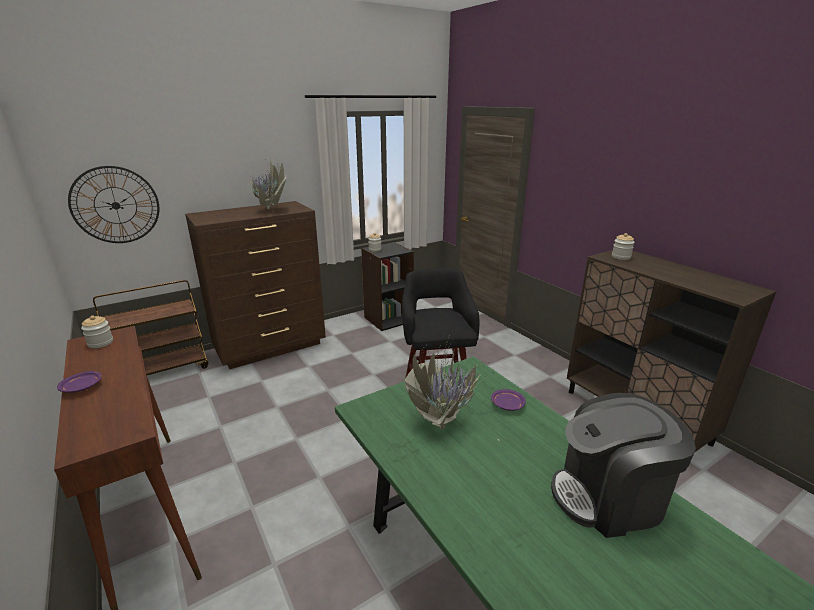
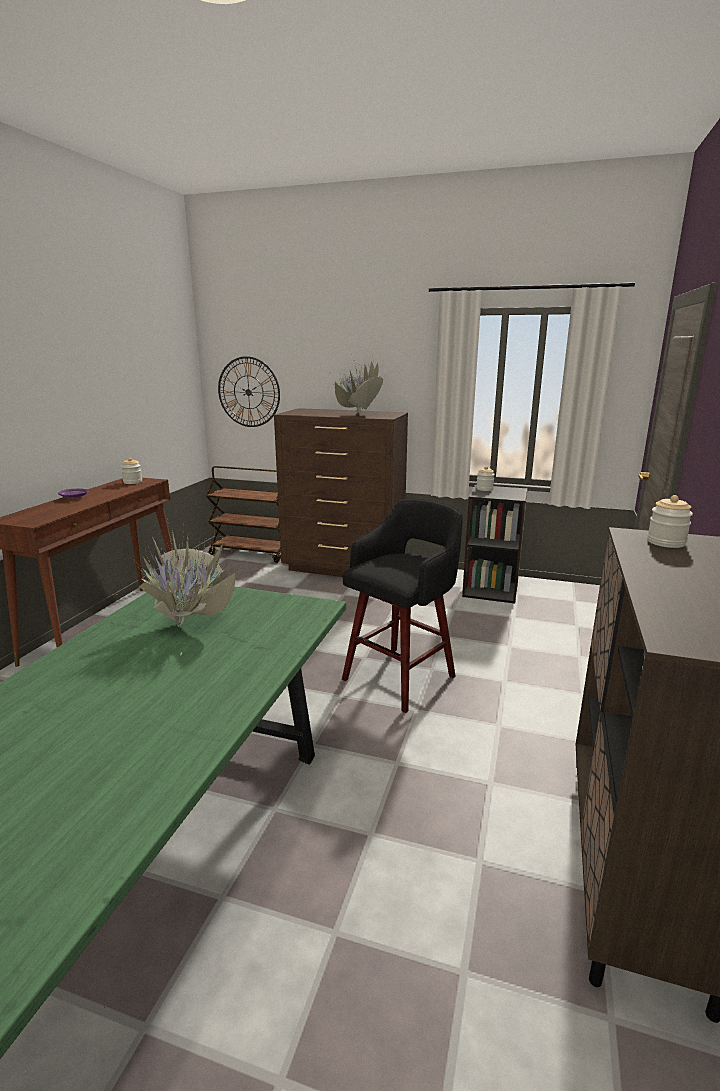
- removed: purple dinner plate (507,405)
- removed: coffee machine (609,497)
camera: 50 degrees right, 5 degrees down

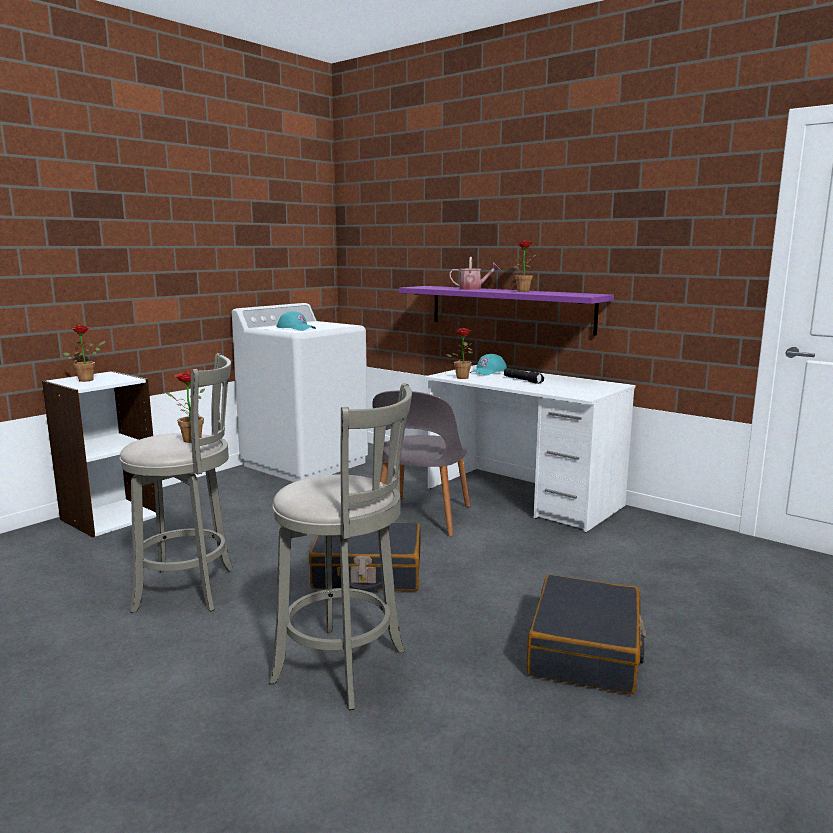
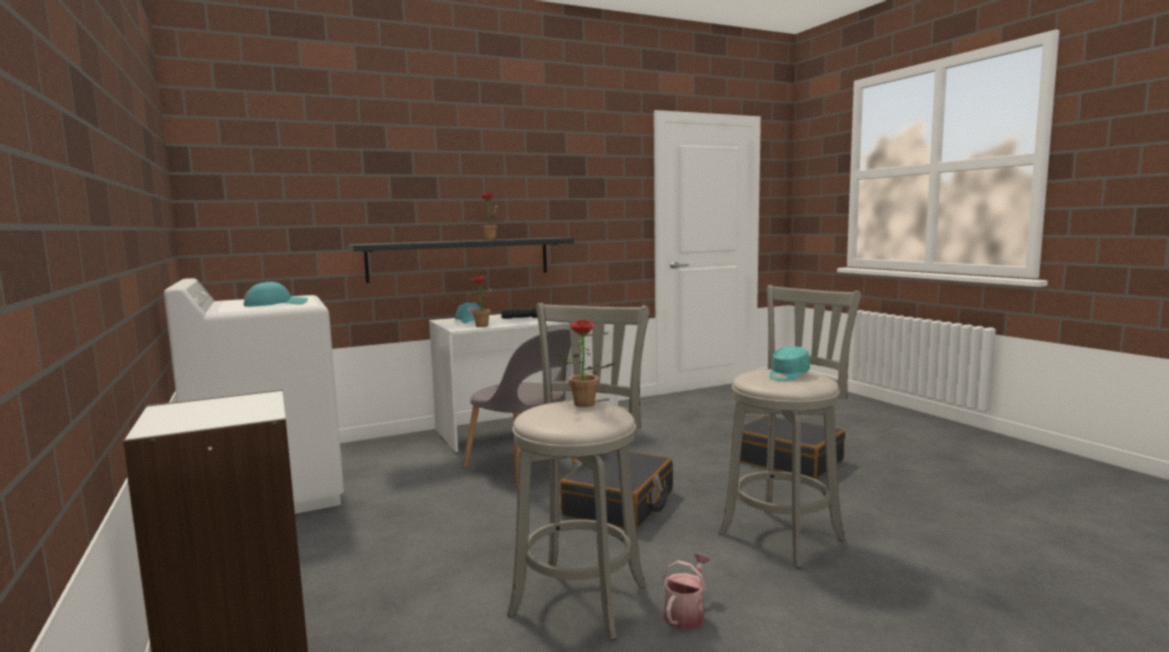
- removed: houseplant (88,379)
- added: turquoise peaked cap (788,375)
- moved: watering can (473,289) to (686,614)
- recoloured: purple wall shelf (509,308) to black-coloured wall shelf (460,259)
camera: 65 degrees left, 5 degrees down

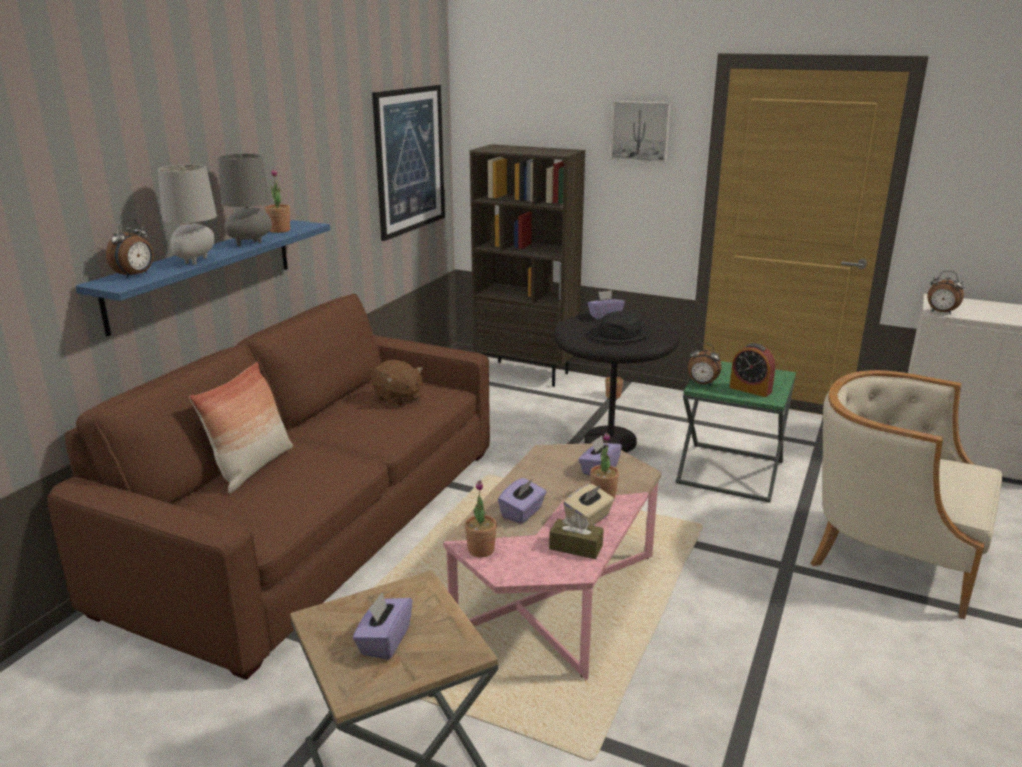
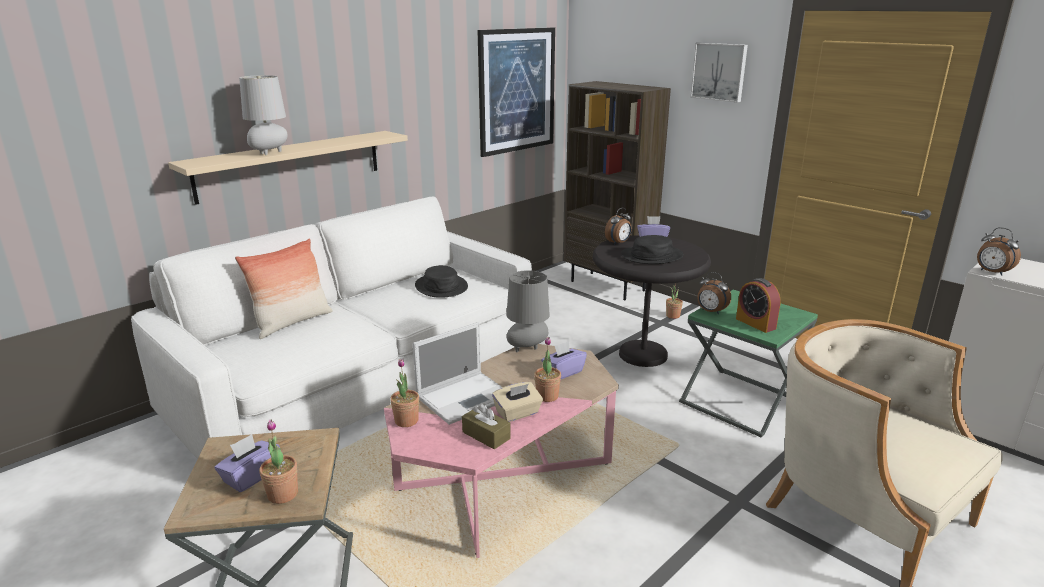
- moved: bedside clock (136,275) to (618,243)
- moved: grey lamp for a table (250,243) to (527,348)
- moved: houseplant (279,230) to (283,494)
- replaced: brown soft toy (397,399) to black-coloured clothing hat (441,287)
- replaced: purple tissue holder (522,513) to laptop (466,397)
- recoloured: brown settee (316,523) to white settee (359,378)
- recoloured: blue wall shelf (203,273) to beige wall shelf (291,165)
camera: 20 degrees right, 0 degrees up

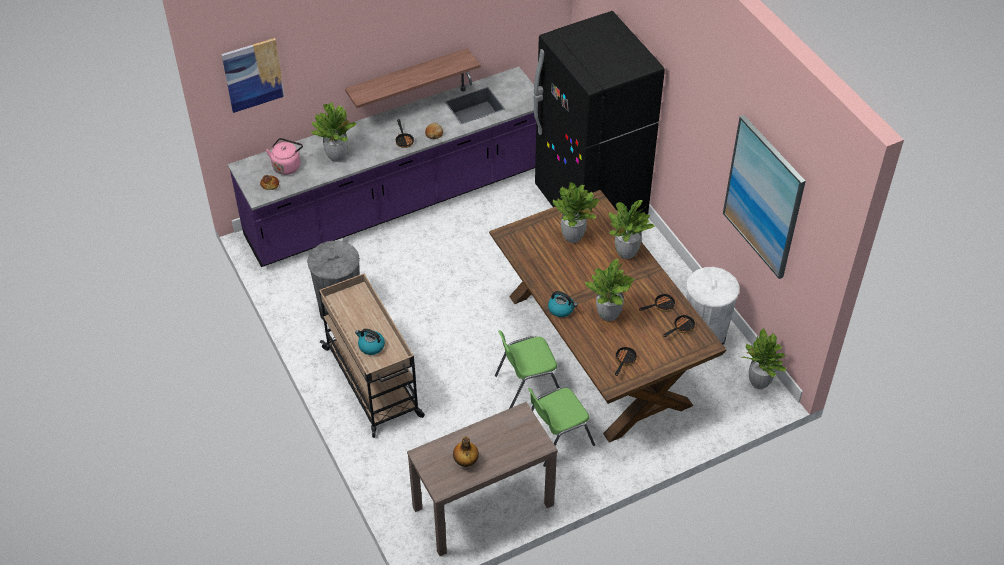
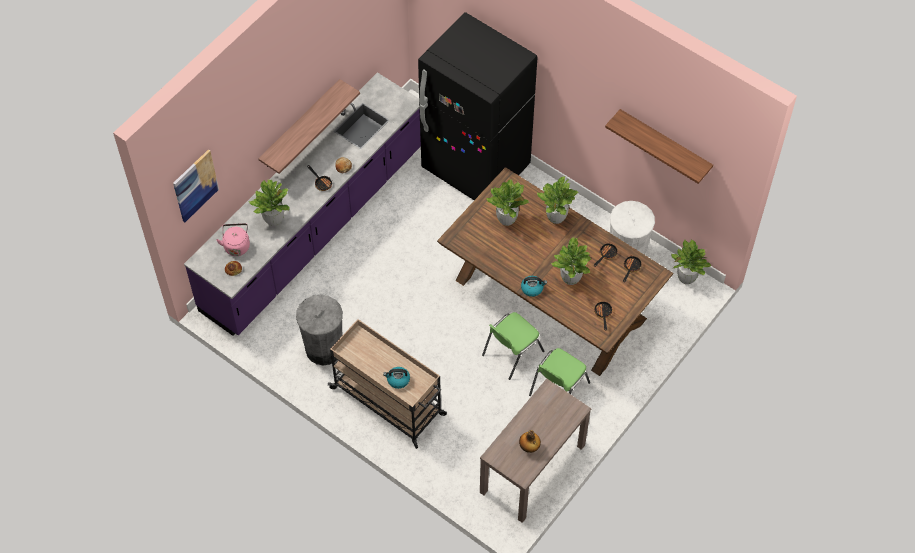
- replaced: wall art (764,197) to wall shelf (664,144)
camera: 25 degrees left, 10 degrees up

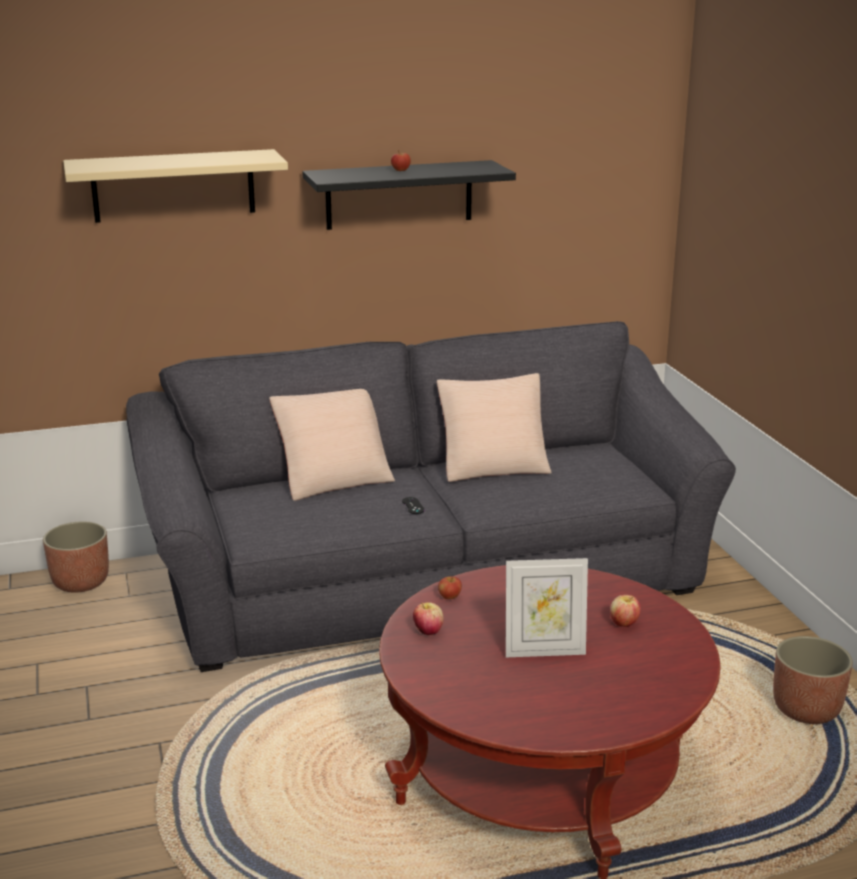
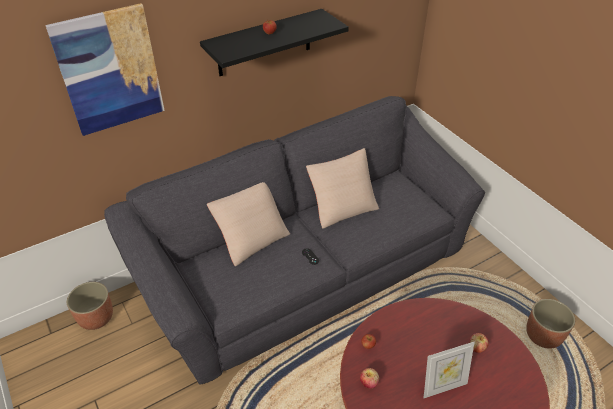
- replaced: beige wall shelf (173,185) to wall art (110,71)
camera: 15 degrees left, 20 degrees up

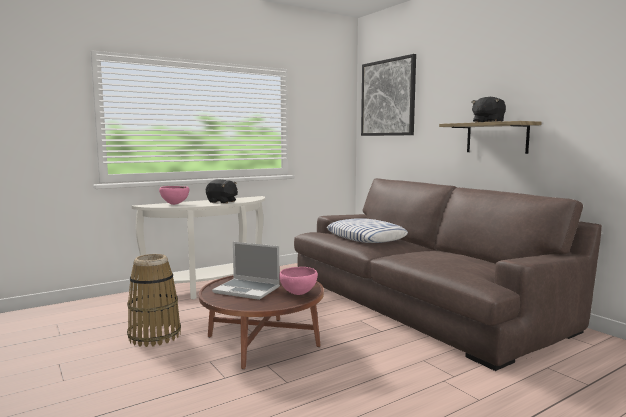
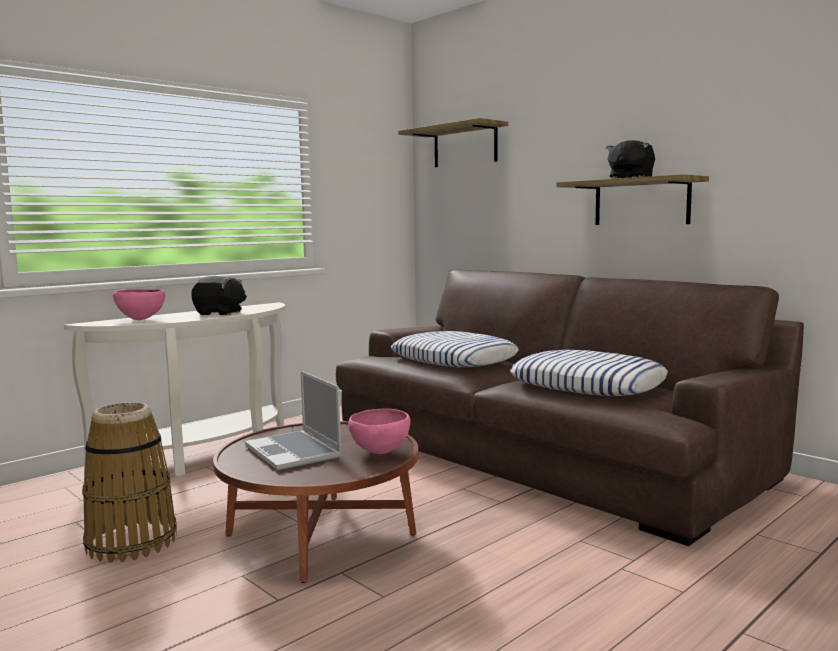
- added: pillow (588,385)
- replaced: wall art (387,98) to wall shelf (465,146)
- turned: laptop (248,290) = (294,452) 45 degrees clockwise
camera: 10 degrees left, 0 degrees up

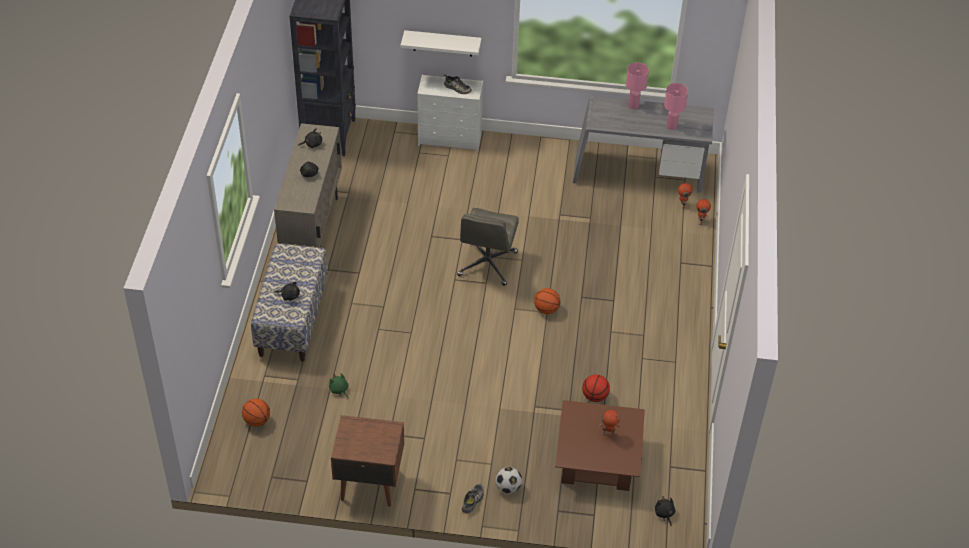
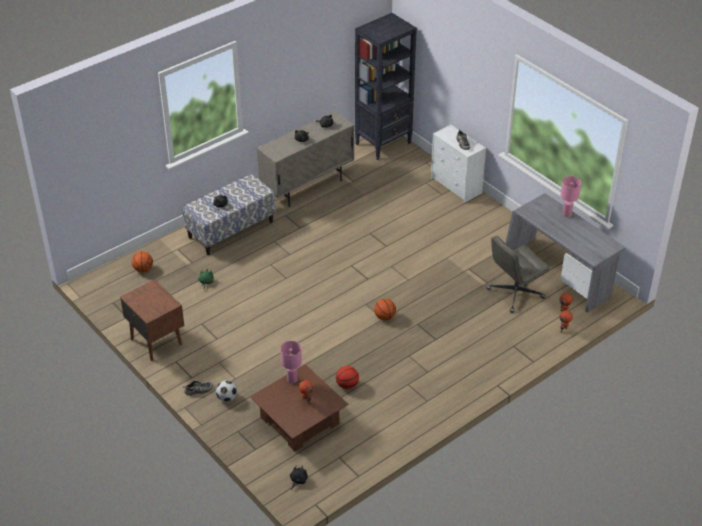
- removed: white wall shelf (442,43)
- moved: grey computer chair (487,264) to (514,294)
- moved: pink lamp for a table (672,126) to (292,380)
camera: 45 degrees right, 5 degrees down

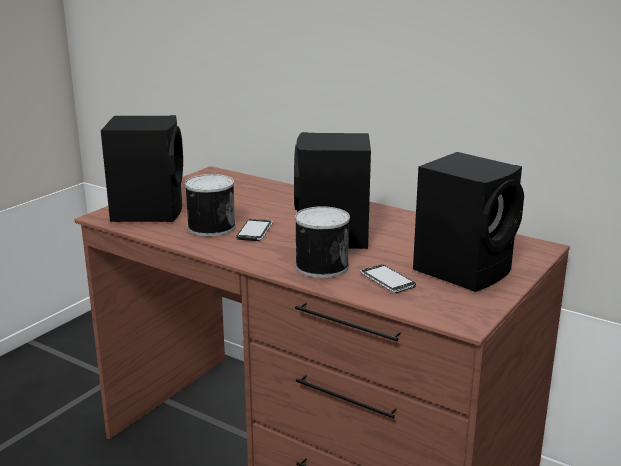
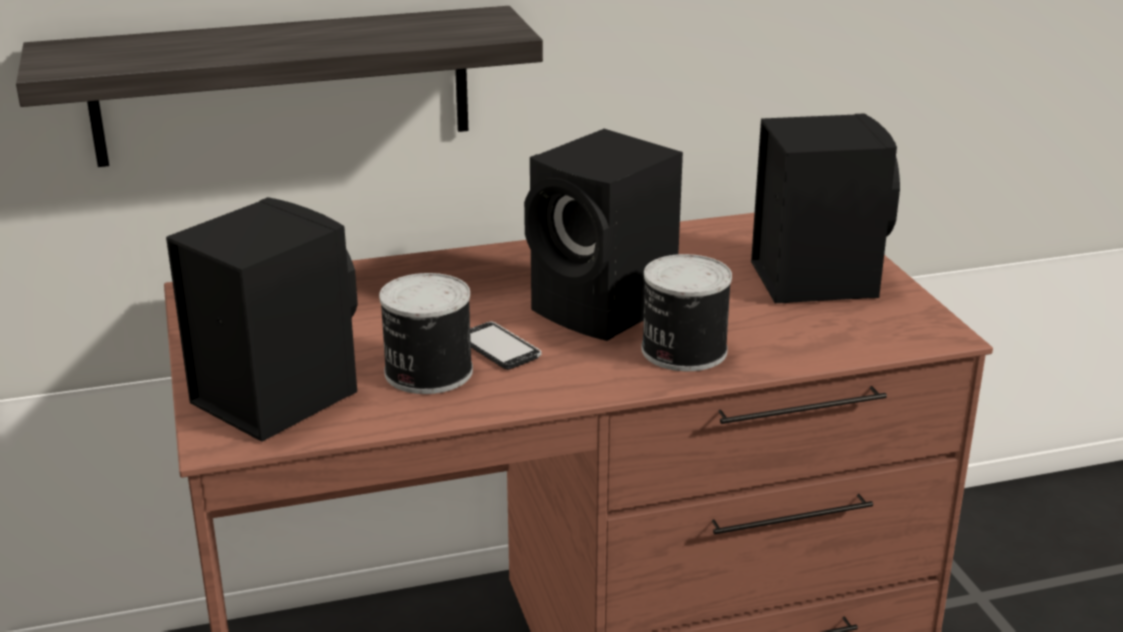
- removed: handset (387,280)
- added: wall shelf (282,86)
camera: 50 degrees left, 5 degrees up

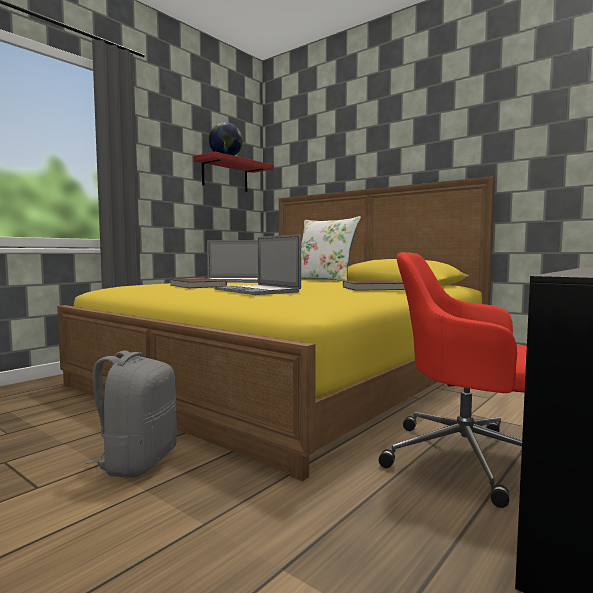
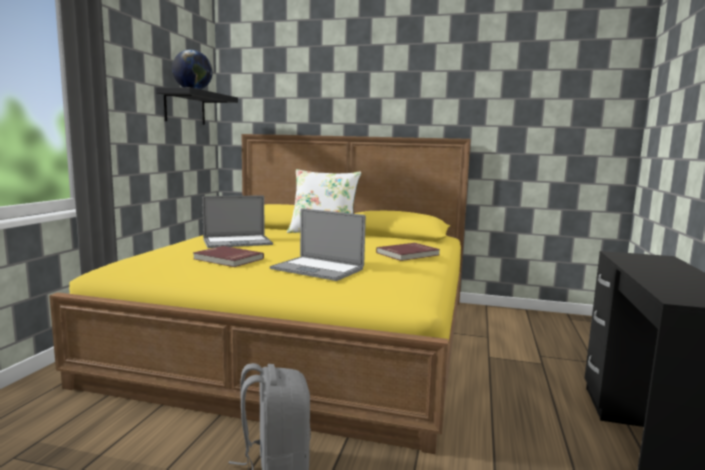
- removed: red-coloured computer chair (466,458)
- recoloured: red-coloured wall shelf (225,175) to black-coloured wall shelf (185,108)
camera: 25 degrees left, 5 degrees up

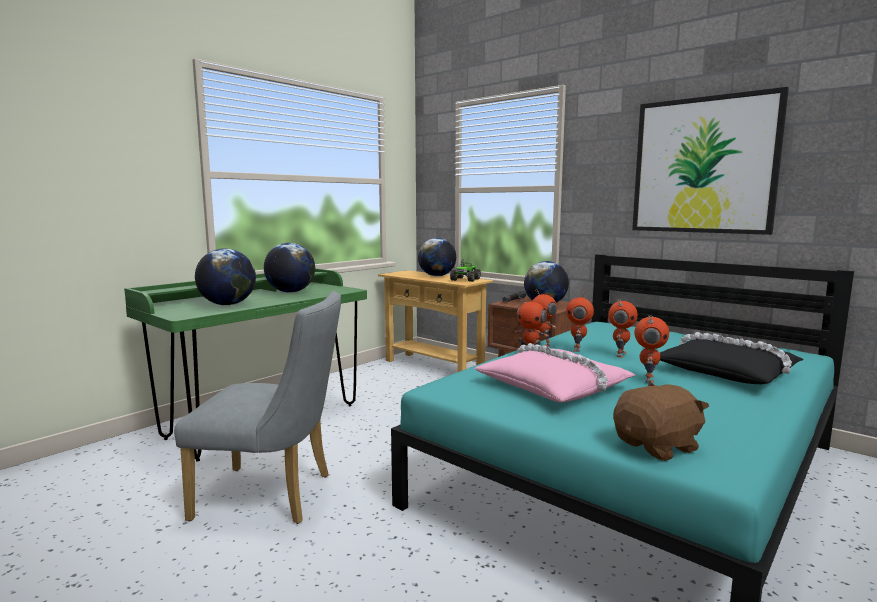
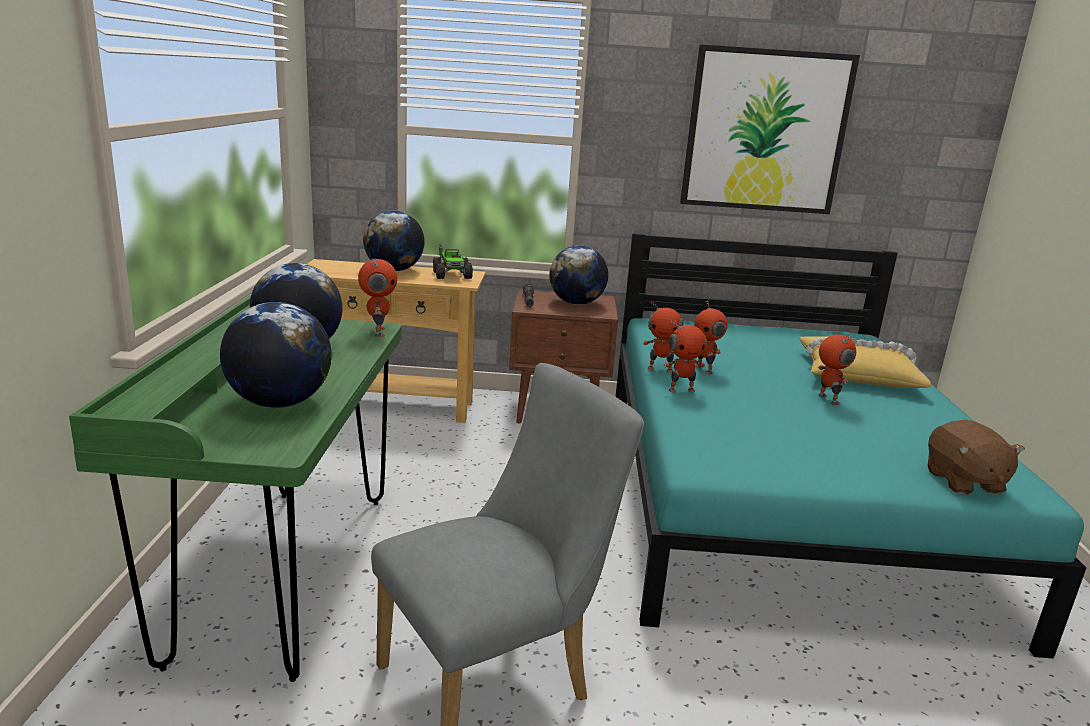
- removed: pink pillow (554,386)
- moved: toy robot (619,354) to (378,332)
- recoloured: black-coloured pillow (727,371) to yellow pillow (856,374)
- turned: brown soft toy (657,446) = (963,482) 150 degrees clockwise
camera: 40 degrees left, 10 degrees up

